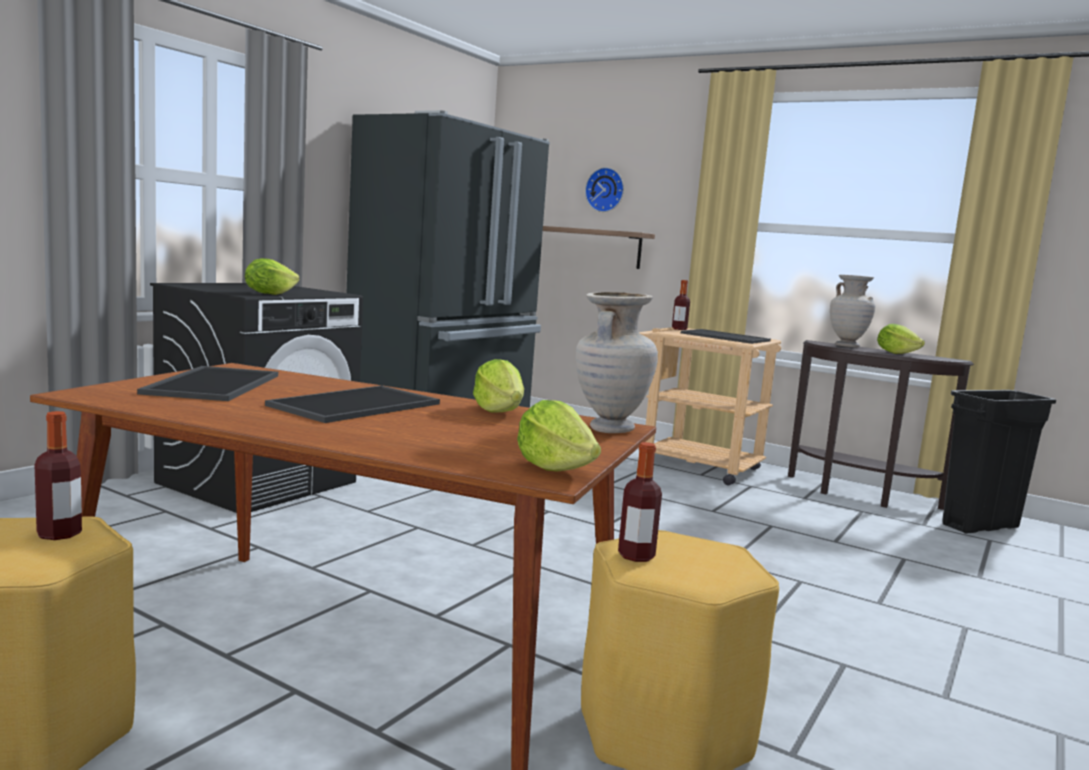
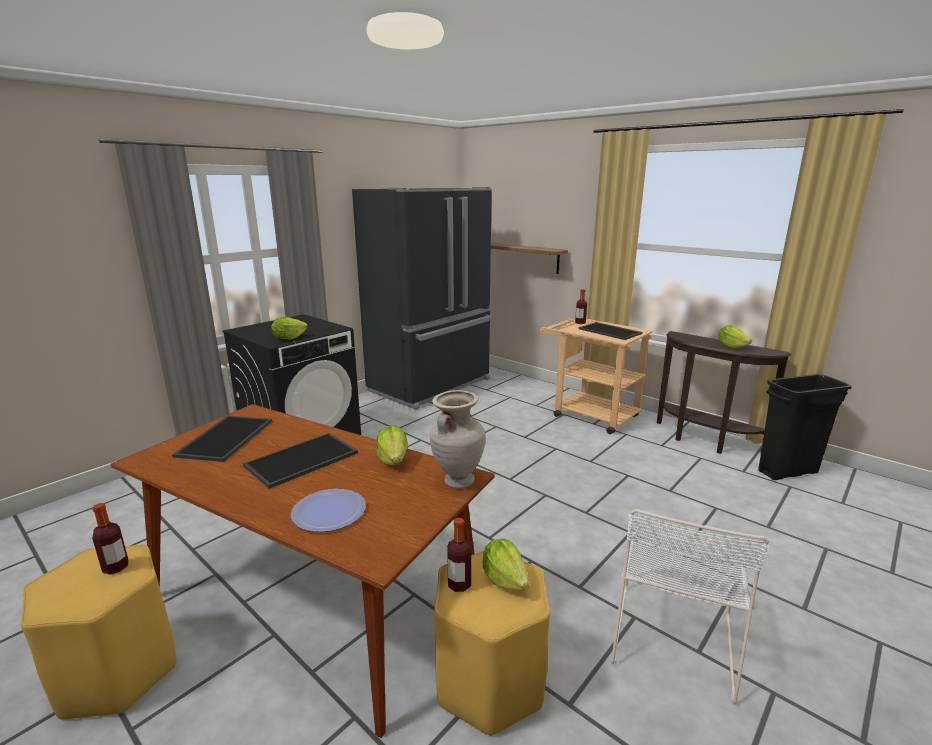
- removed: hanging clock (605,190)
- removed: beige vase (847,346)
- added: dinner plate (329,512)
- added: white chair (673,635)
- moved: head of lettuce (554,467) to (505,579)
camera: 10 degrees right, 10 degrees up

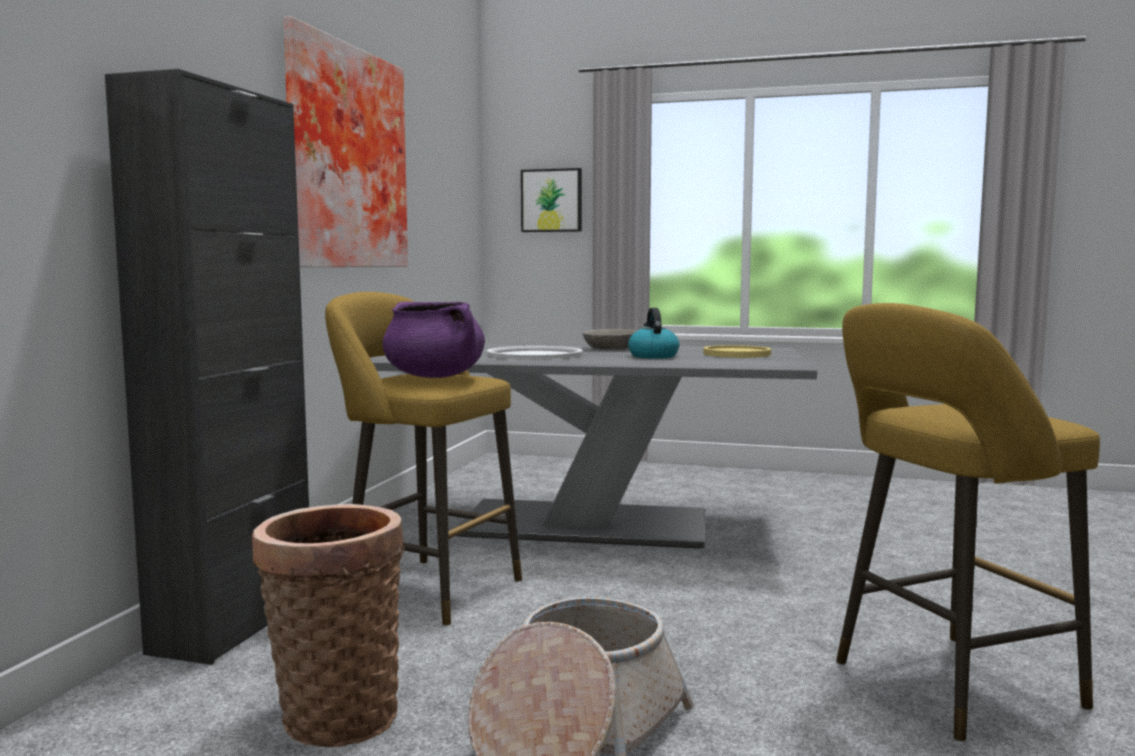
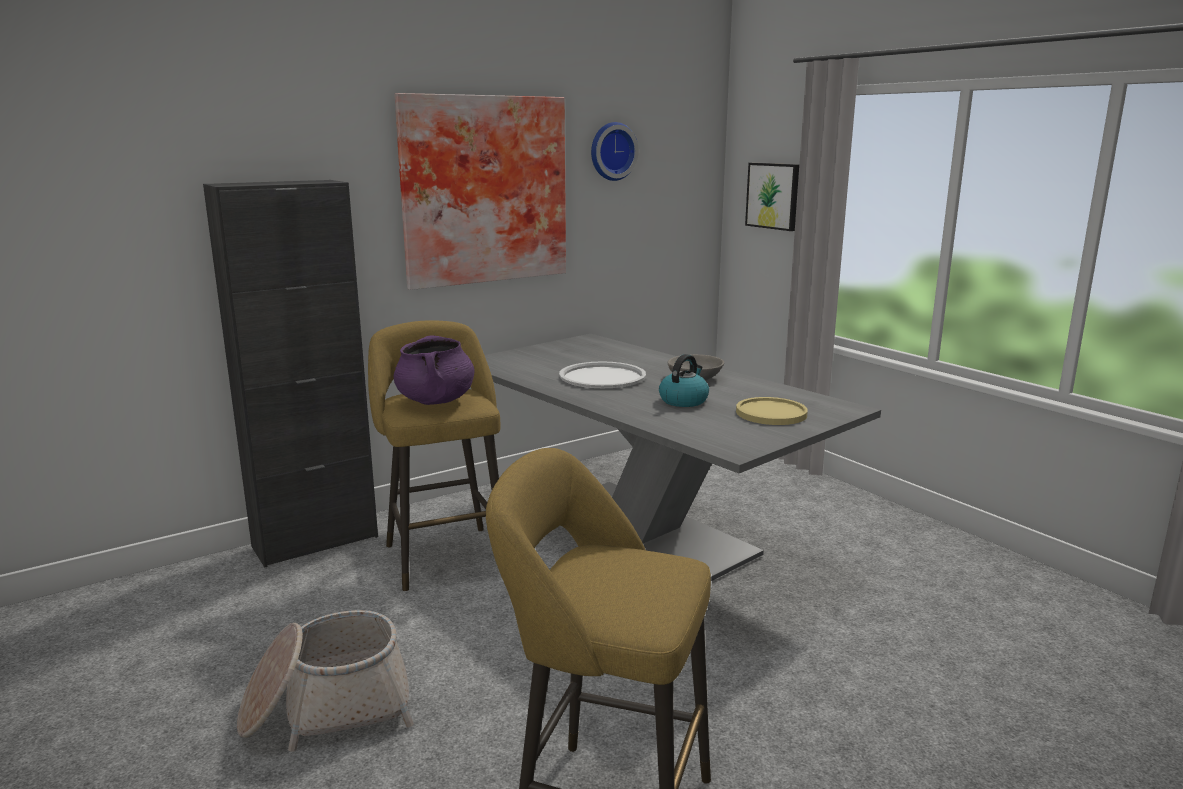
- removed: storage basket (335,715)
- added: hanging clock (611,151)
camera: 40 degrees right, 10 degrees up

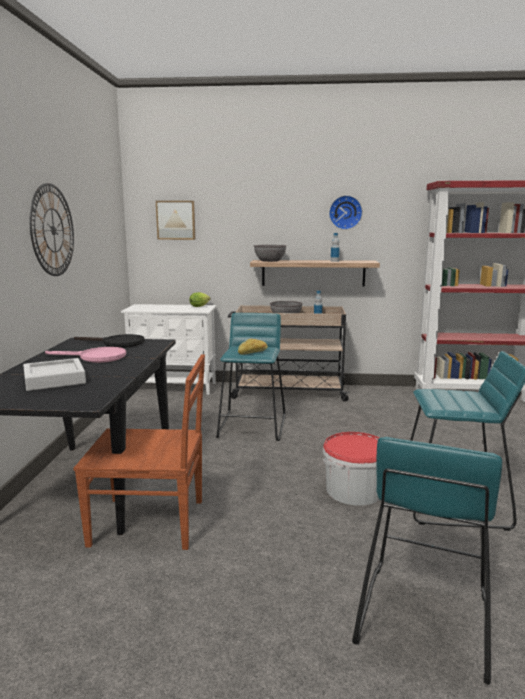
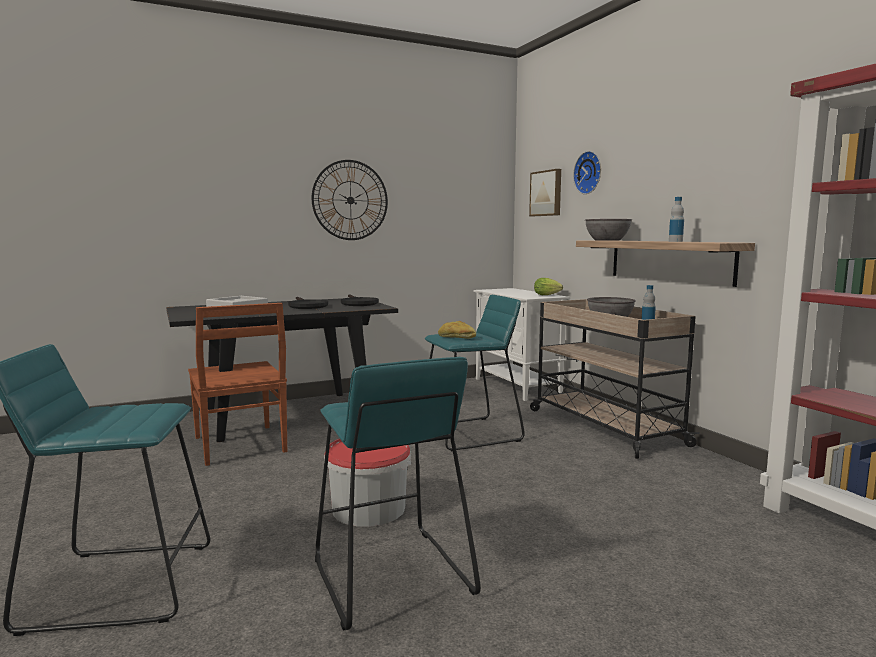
- moved: hanging clock (345,212) to (589,172)
- recoloured: pink pan (96,357) to black-coloured pan (306,306)
camera: 60 degrees right, 5 degrees down

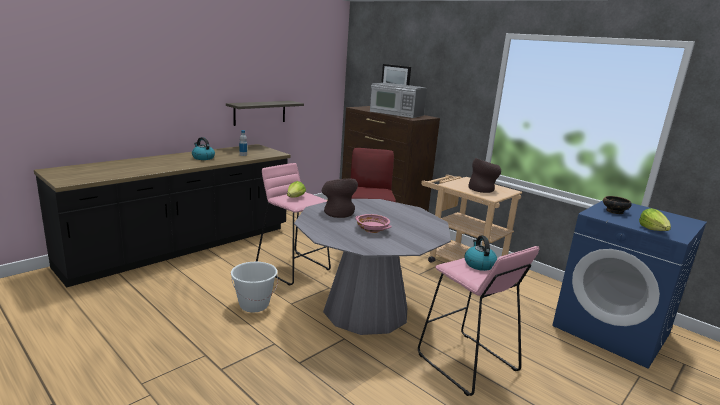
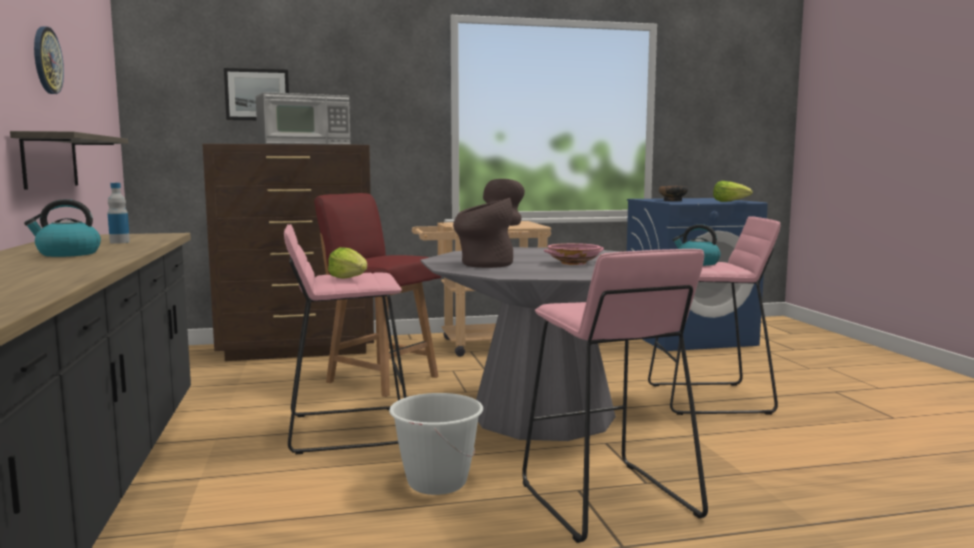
- added: hanging clock (46,60)
- added: pink stool seat (607,501)
camera: 55 degrees left, 10 degrees down

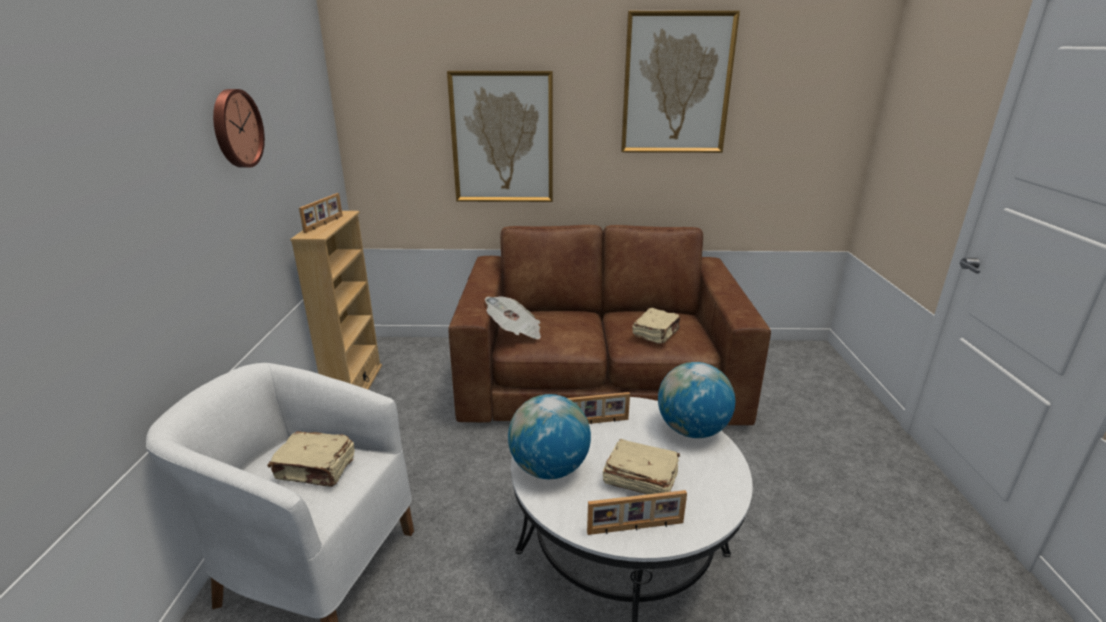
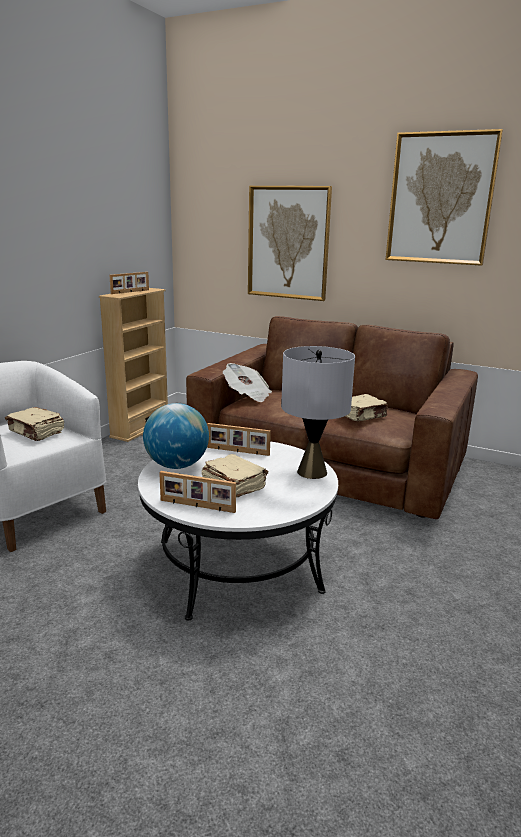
- removed: hanging clock (235,129)
- replaced: desk globe (691,430) to grey lamp for a table (311,472)
camera: 25 degrees right, 5 degrees down

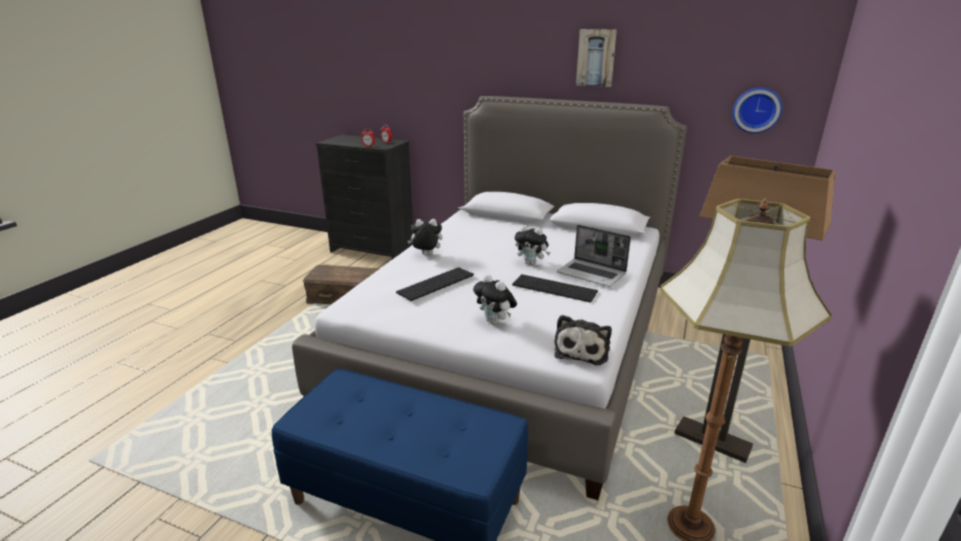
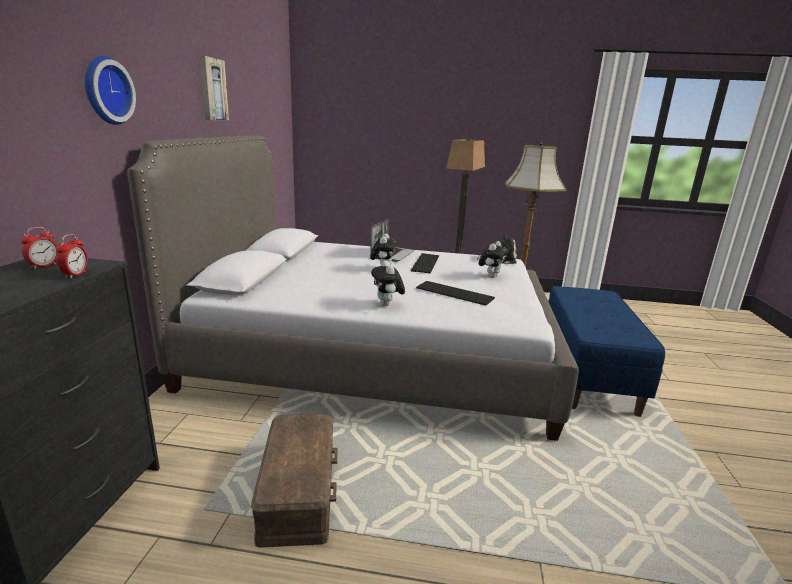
- moved: hanging clock (756,110) to (105,90)
camera: 105 degrees left, 5 degrees down

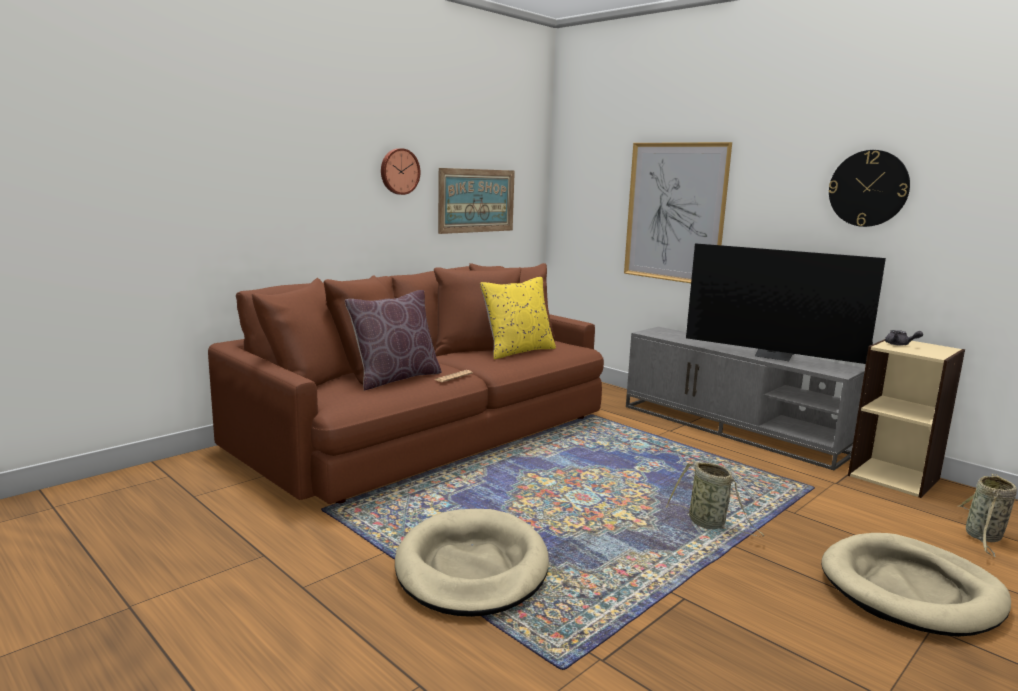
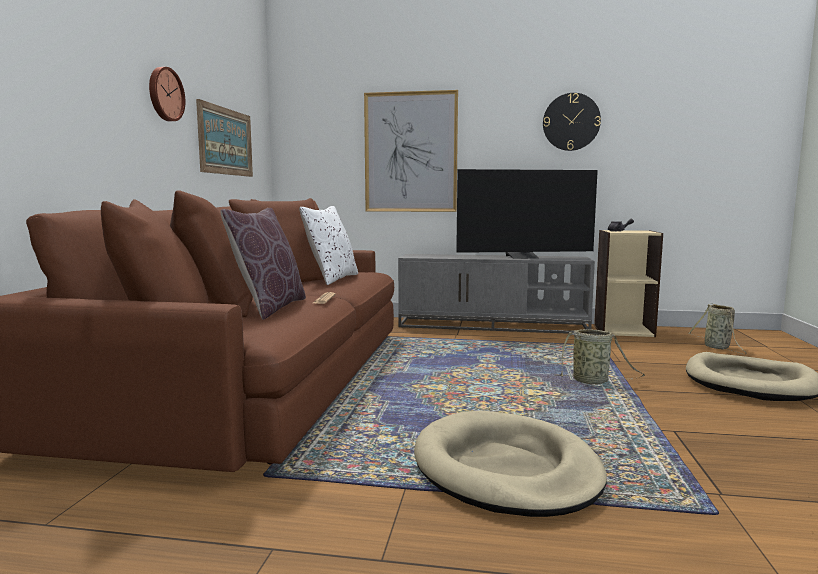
- recoloured: yellow pillow (517,351) to white pillow (331,279)
camera: 35 degrees left, 5 degrees down

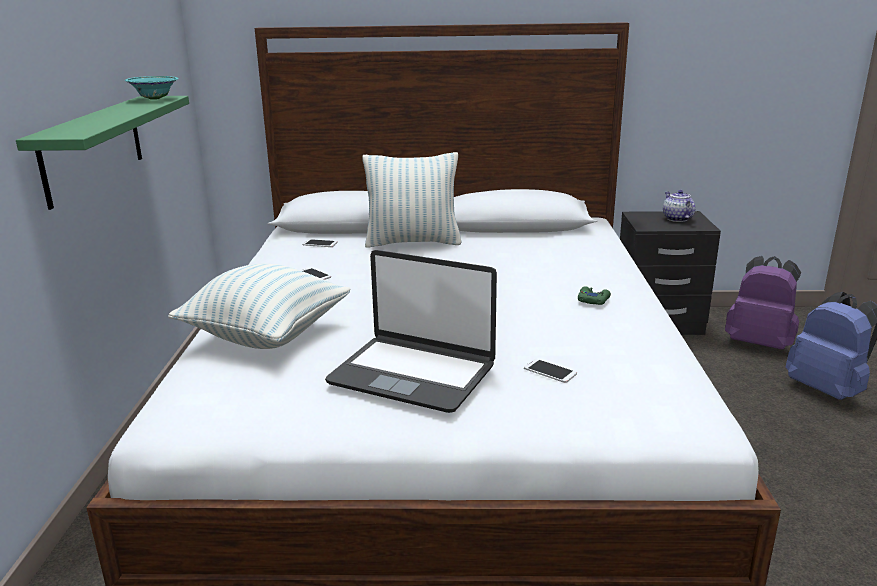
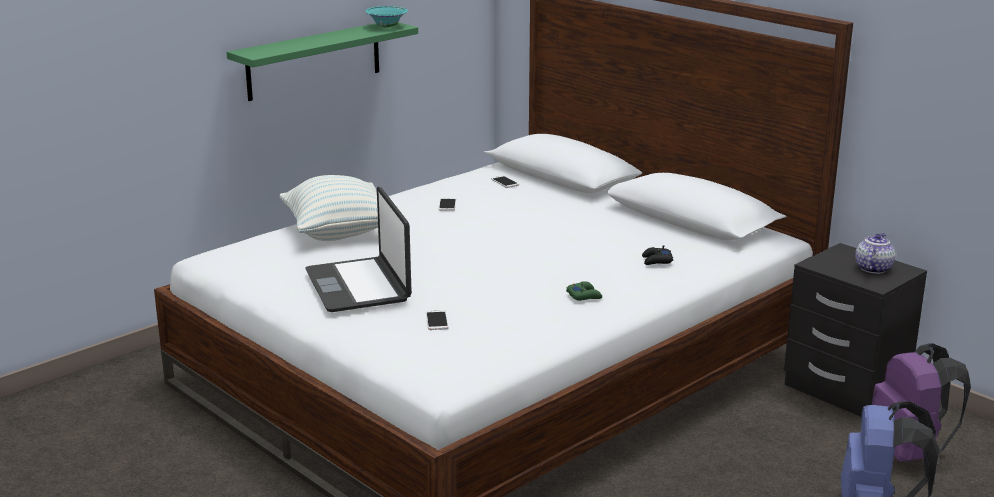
- removed: pillow (413,242)
- added: black-coloured joypad (656,260)
camera: 45 degrees right, 0 degrees up

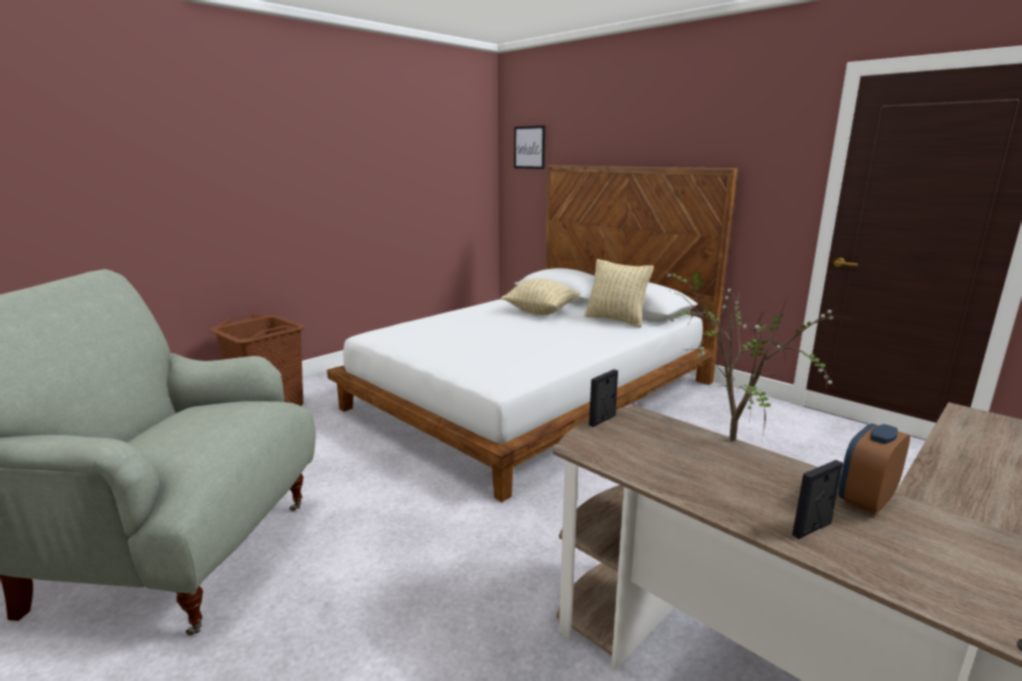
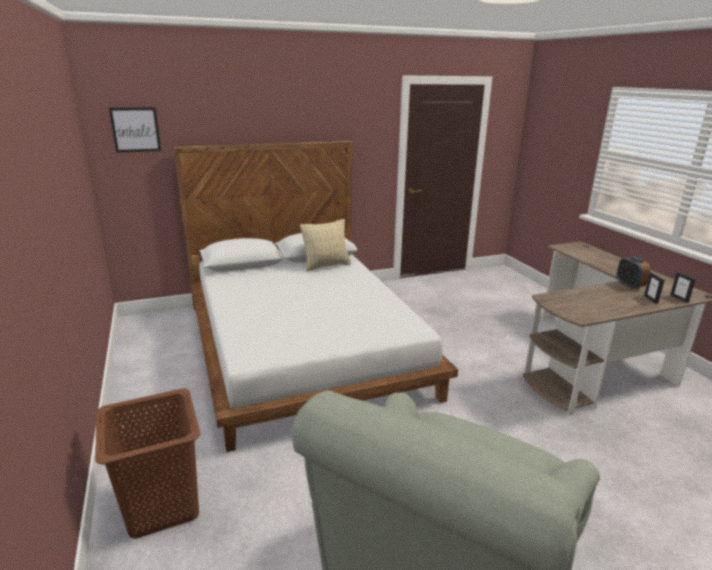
- removed: beige pillow (540,312)
- removed: houseplant (726,441)
- moved: picture frame (602,420) to (679,298)
camera: 65 degrees left, 5 degrees up

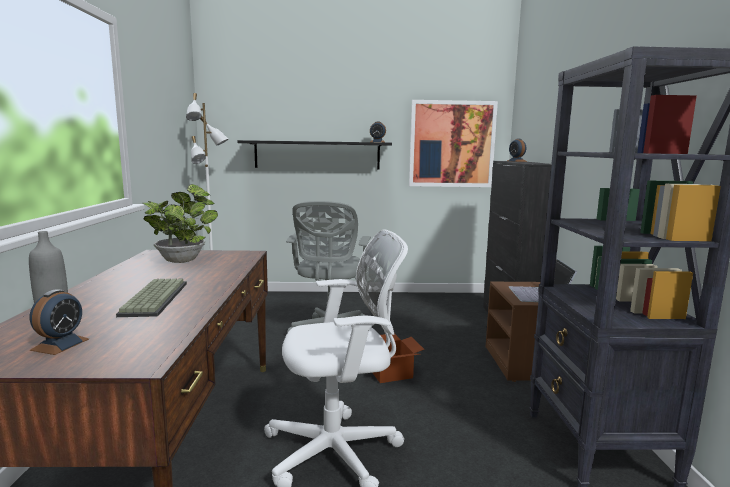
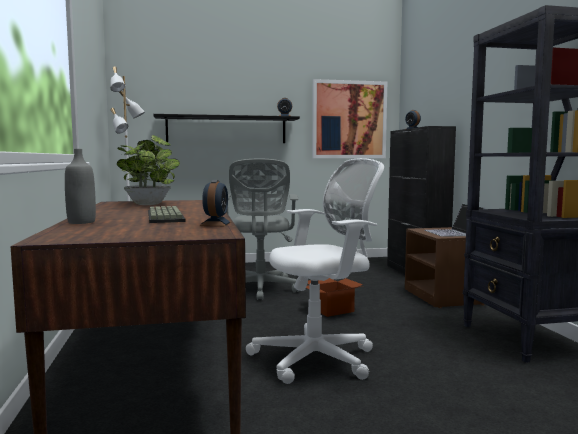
- moved: bedside clock (60,344) to (216,224)
camera: 10 degrees left, 5 degrees down

